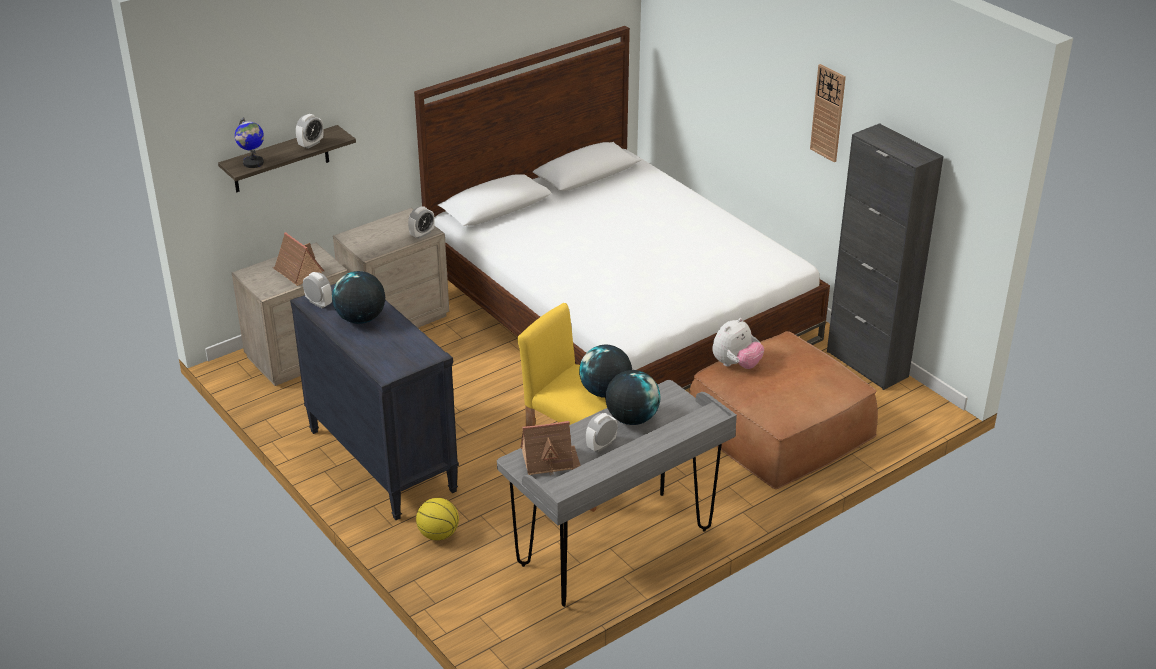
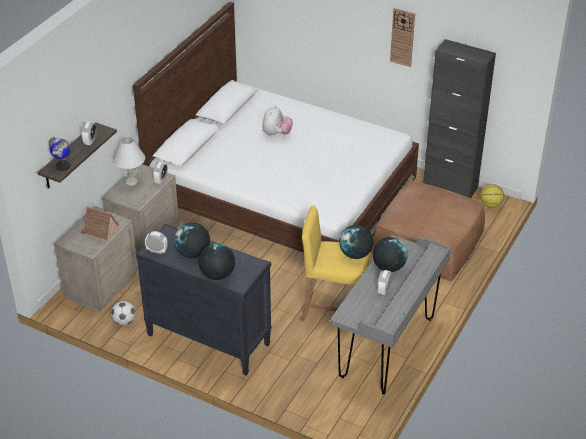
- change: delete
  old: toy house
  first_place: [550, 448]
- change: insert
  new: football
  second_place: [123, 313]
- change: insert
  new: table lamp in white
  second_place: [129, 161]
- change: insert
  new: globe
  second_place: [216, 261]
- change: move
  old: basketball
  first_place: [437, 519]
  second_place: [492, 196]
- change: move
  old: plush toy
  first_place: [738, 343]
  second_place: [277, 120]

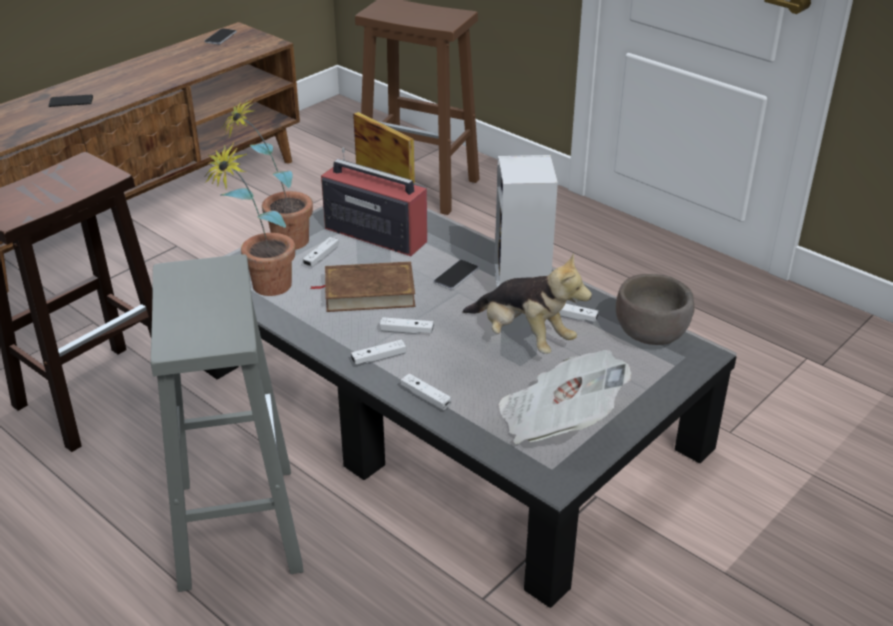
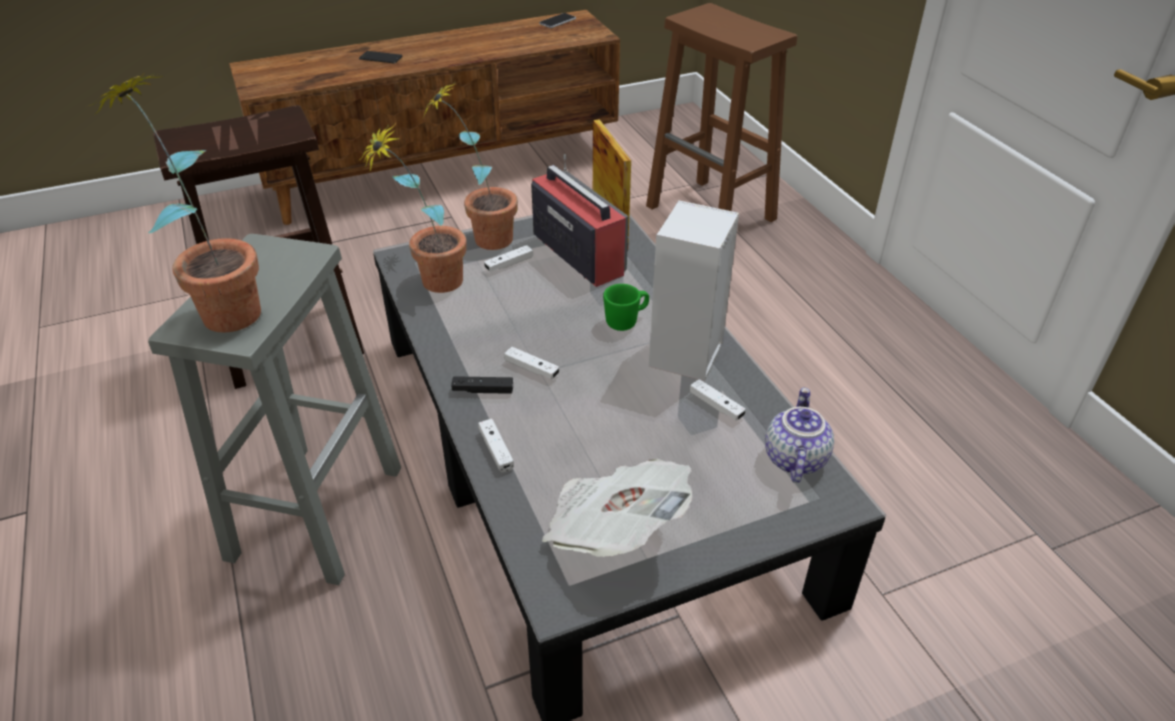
- change: delete
  old: book in brown
  first_place: [362, 286]
- change: delete
  old: plush toy
  first_place: [527, 303]
- change: insert
  new: potted plant
  second_place: [175, 203]
- change: replace
  old: phone
  new: mug in green
  first_place: [456, 275]
  second_place: [626, 307]
- change: replace
  old: bowl in brown
  new: teapot
  first_place: [655, 309]
  second_place: [799, 435]
- change: recolor
  old: game controller in white
  new: game controller in black
  first_place: [378, 352]
  second_place: [482, 385]

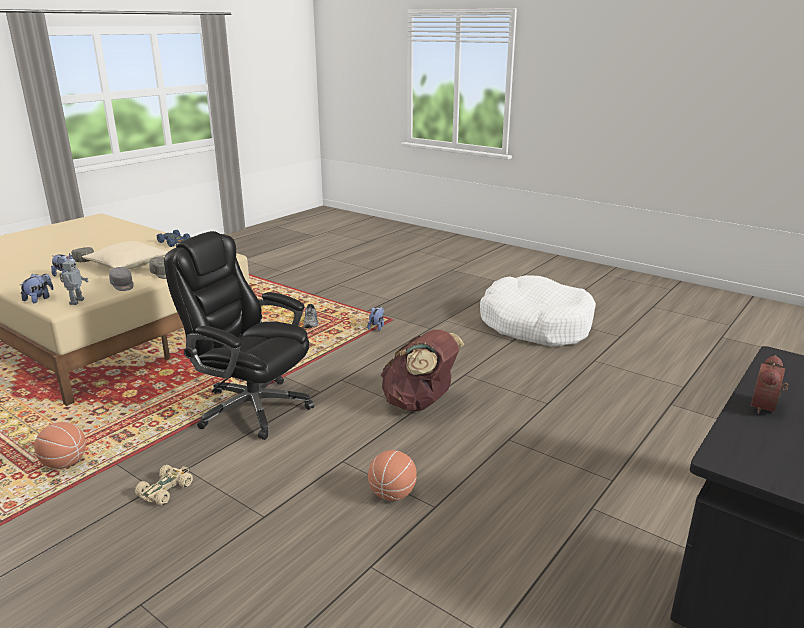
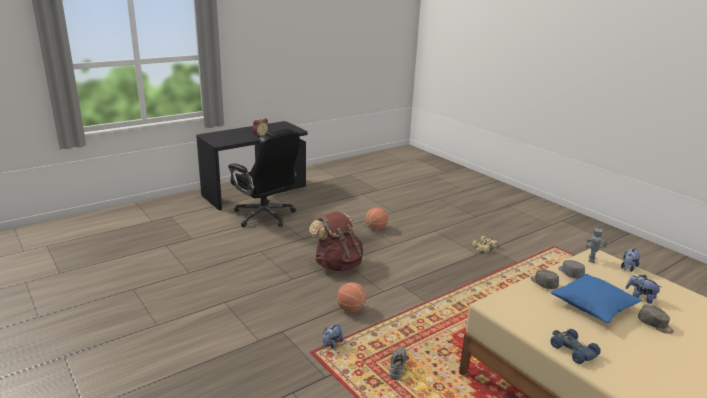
- change: delete
  old: dog bed in white
  first_place: [538, 311]
- change: move
  old: basketball
  first_place: [60, 445]
  second_place: [352, 297]
- change: move
  old: office chair in black
  first_place: [239, 335]
  second_place: [264, 177]
- change: recolor
  old: pillow in beige
  new: pillow in blue
  first_place: [125, 255]
  second_place: [596, 298]

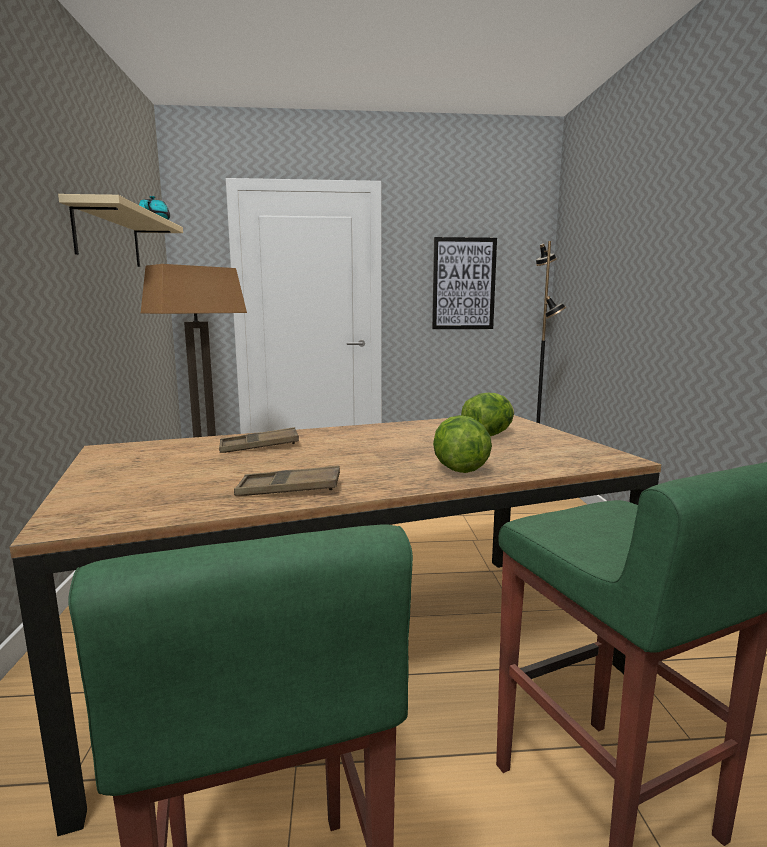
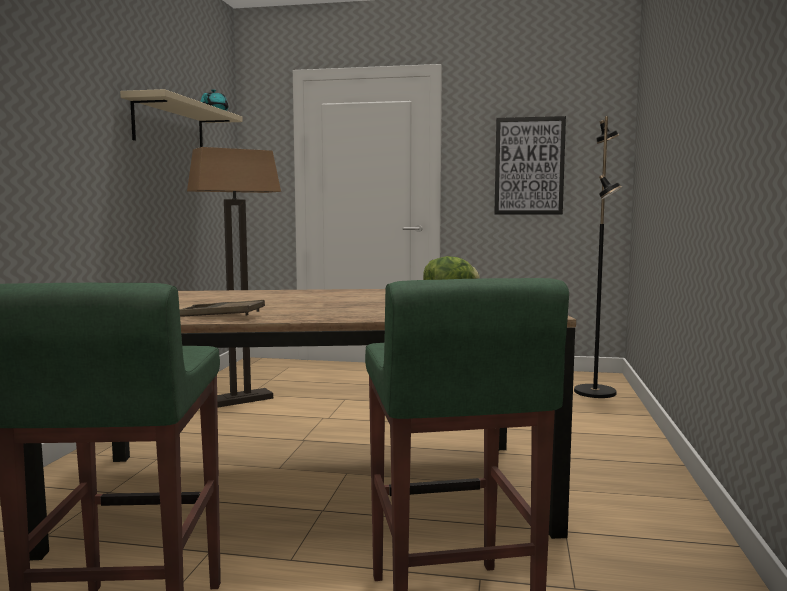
- change: delete
  old: tray in brown
  first_place: [259, 440]
- change: delete
  old: lettuce
  first_place: [462, 444]

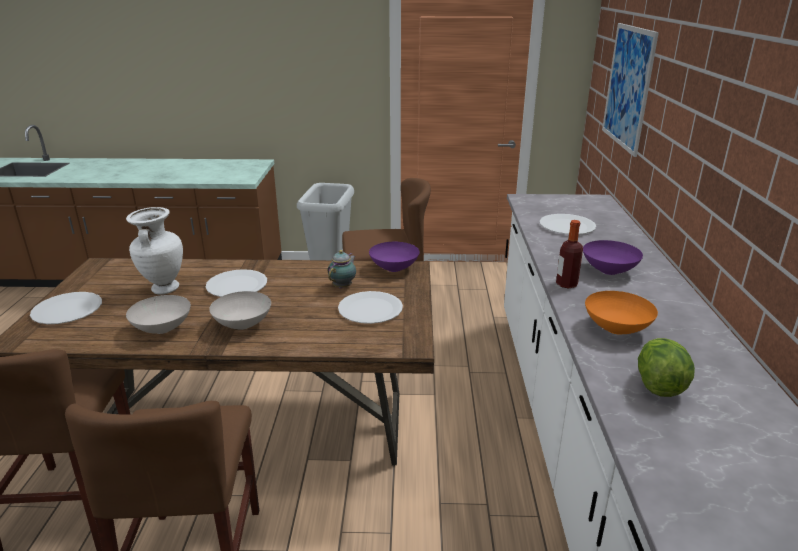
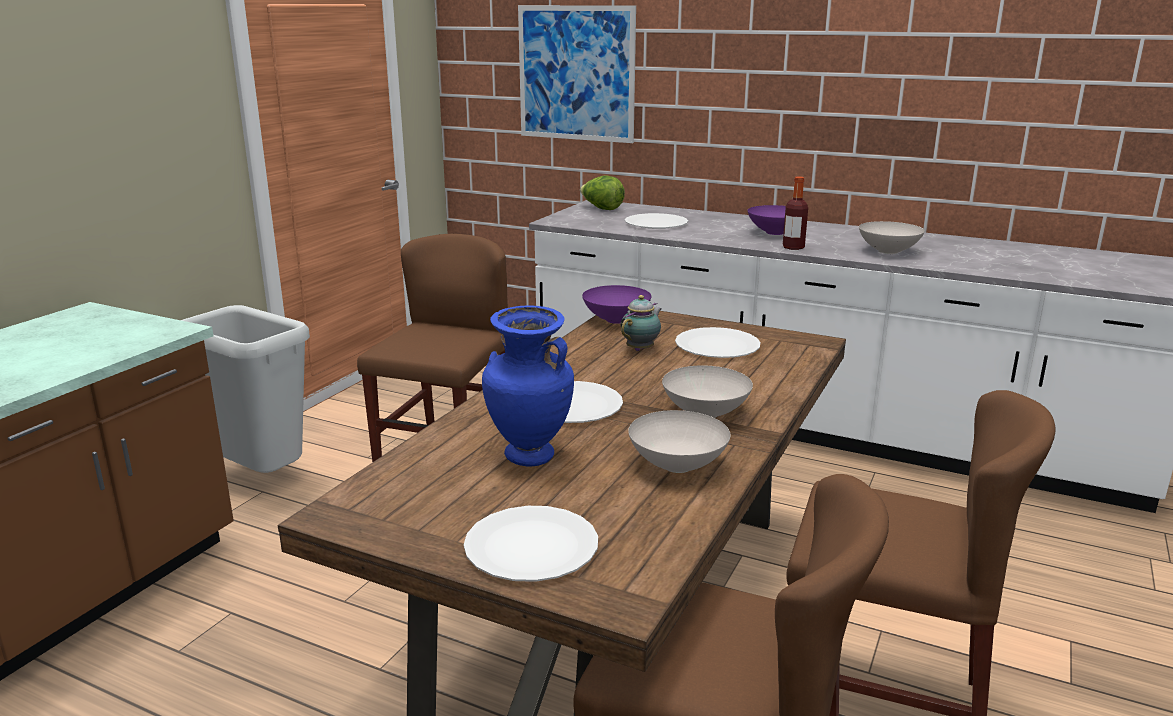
- change: move
  old: lettuce
  first_place: [666, 367]
  second_place: [602, 192]
- change: recolor
  old: vase in white
  new: vase in blue
  first_place: [154, 251]
  second_place: [528, 386]
- change: recolor
  old: bowl in orange
  new: bowl in white
  first_place: [621, 313]
  second_place: [892, 237]
- change: rotate
  old: teapot
  first_place: [341, 269]
  second_place: [641, 323]
  degrees: 75

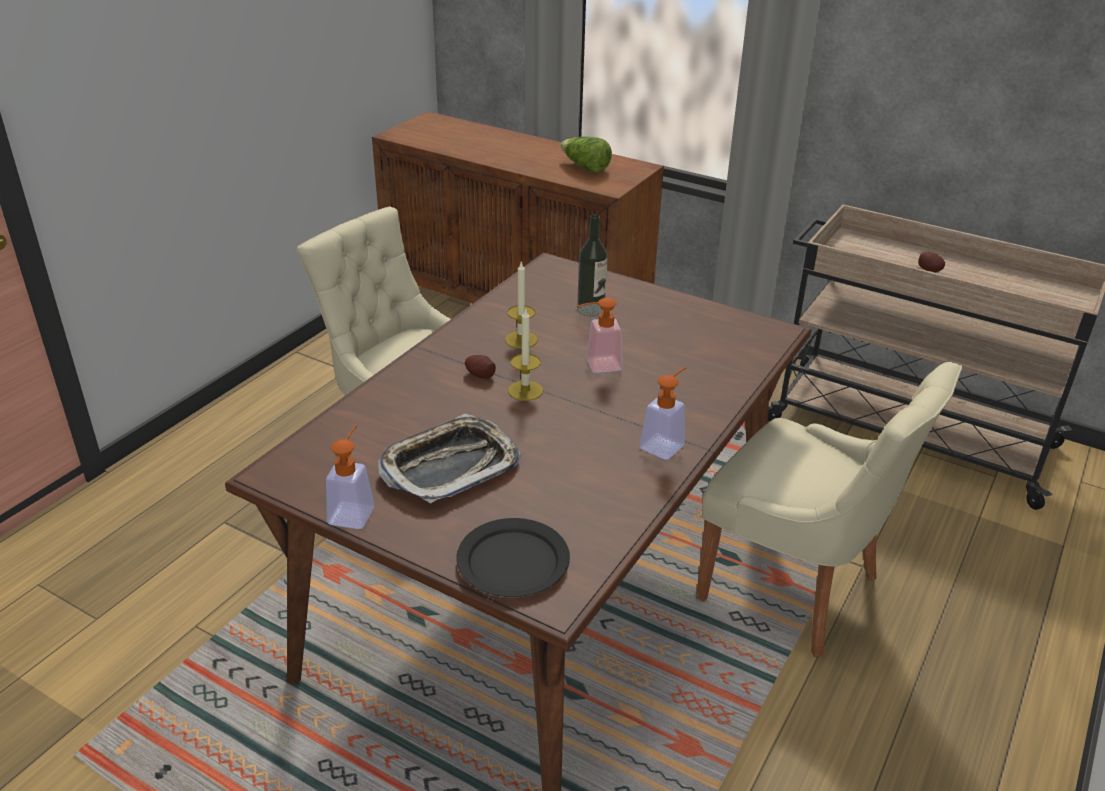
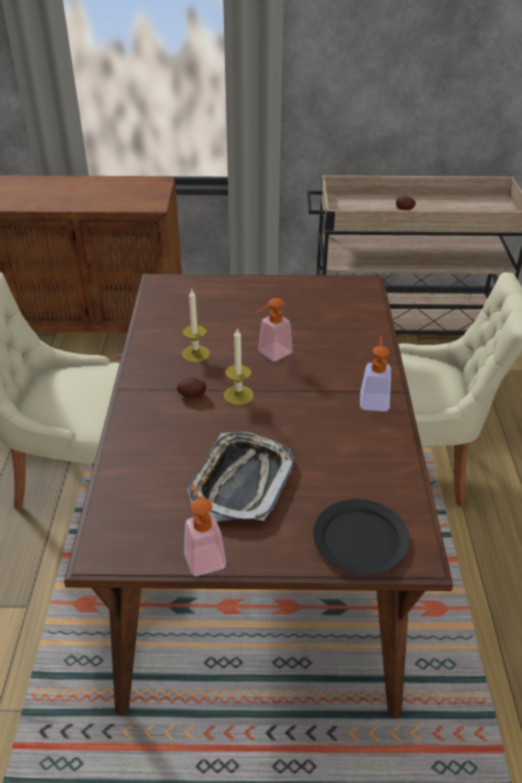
- change: delete
  old: lettuce
  first_place: [586, 154]
- change: delete
  old: bottle
  first_place: [592, 265]

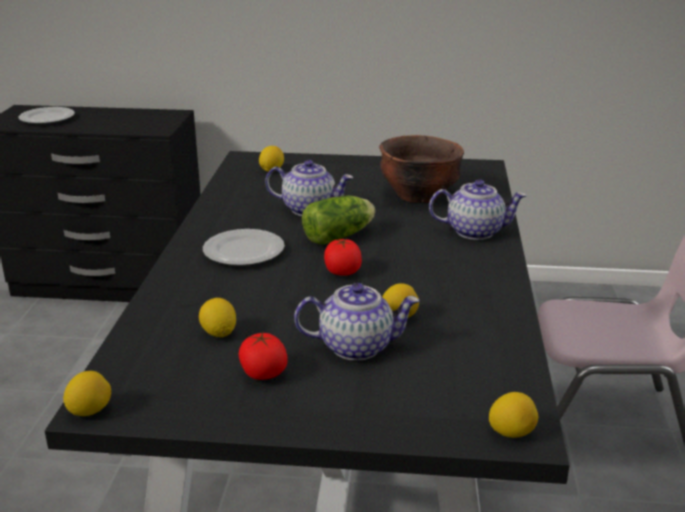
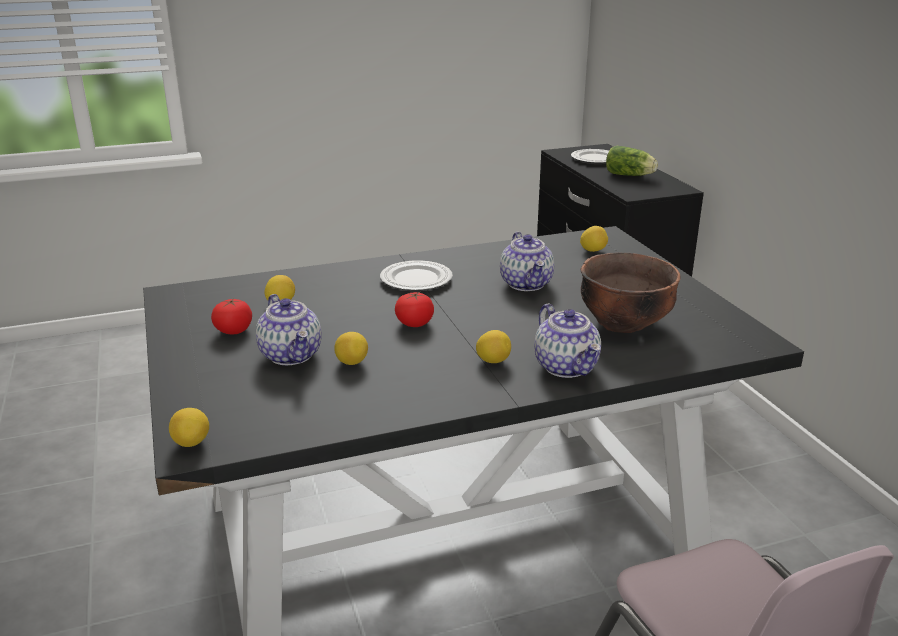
- change: move
  old: lemon
  first_place: [87, 393]
  second_place: [493, 346]
- change: move
  old: lettuce
  first_place: [338, 220]
  second_place: [632, 161]

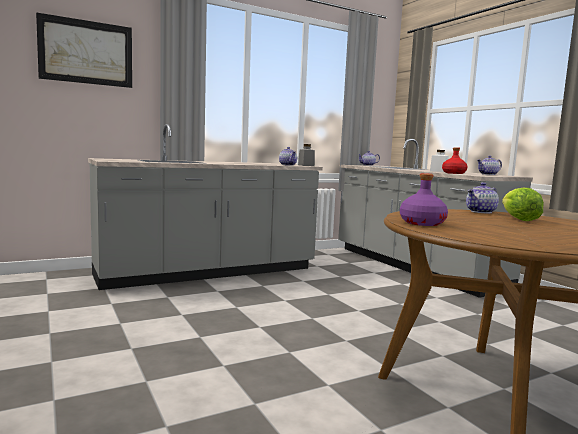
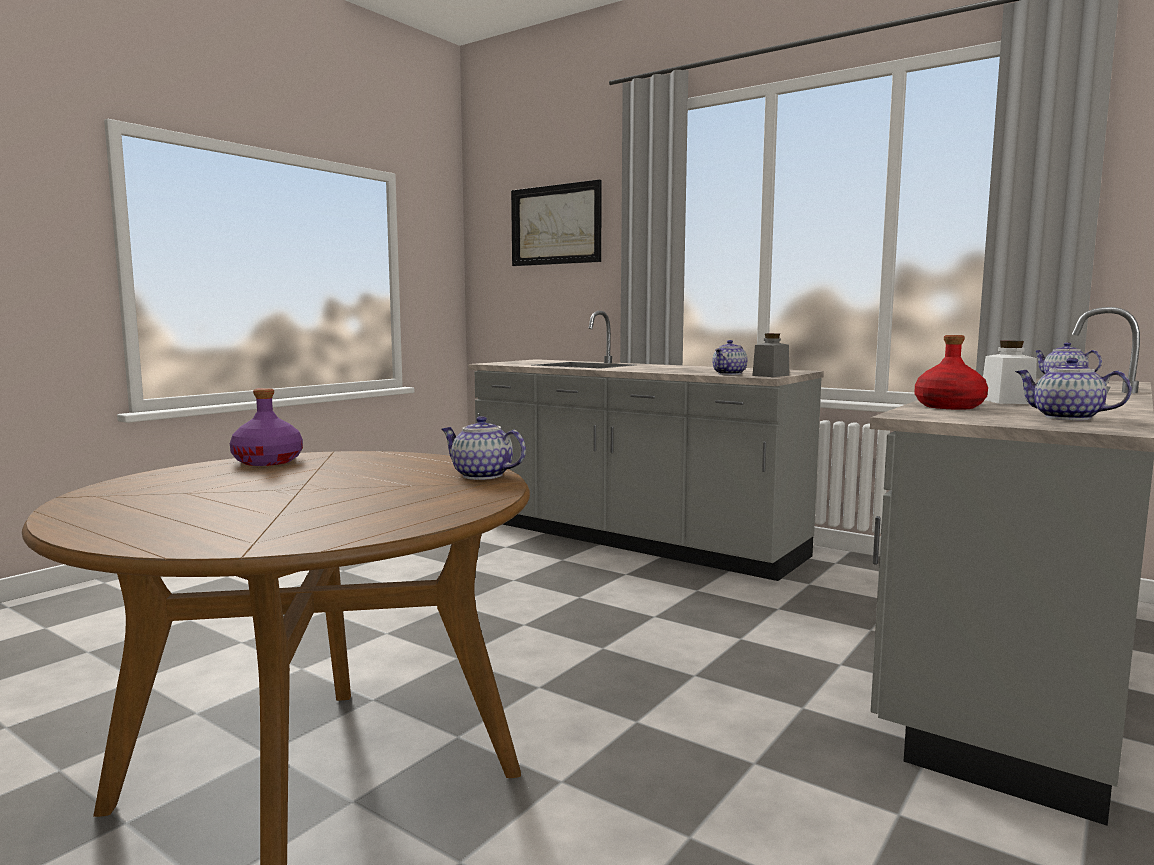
- change: delete
  old: lettuce
  first_place: [523, 204]

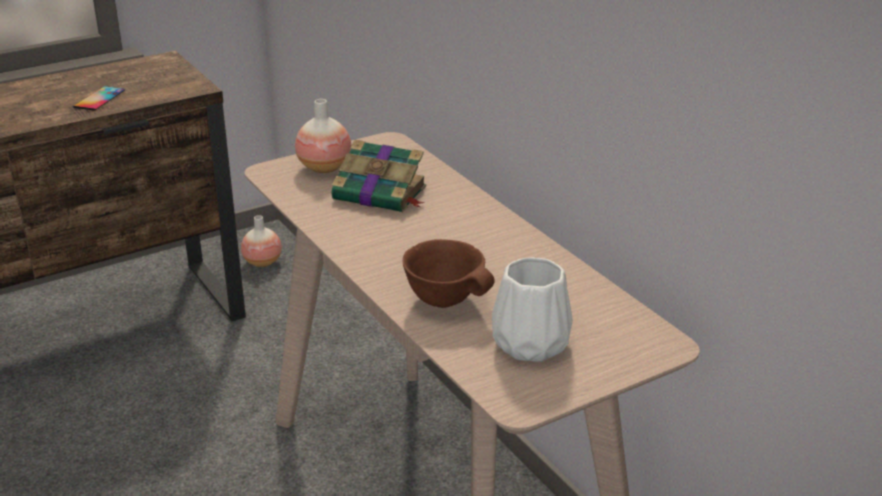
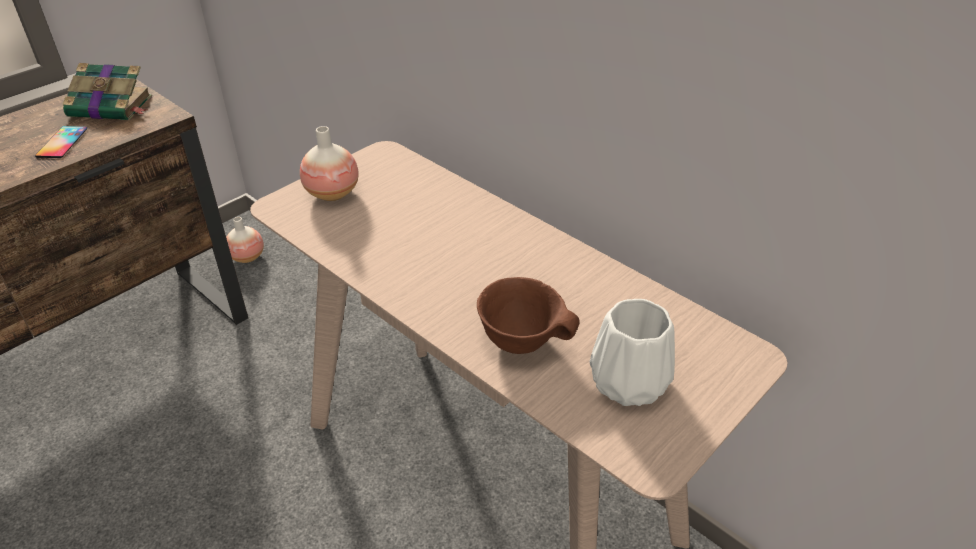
- change: move
  old: book
  first_place: [379, 175]
  second_place: [107, 91]

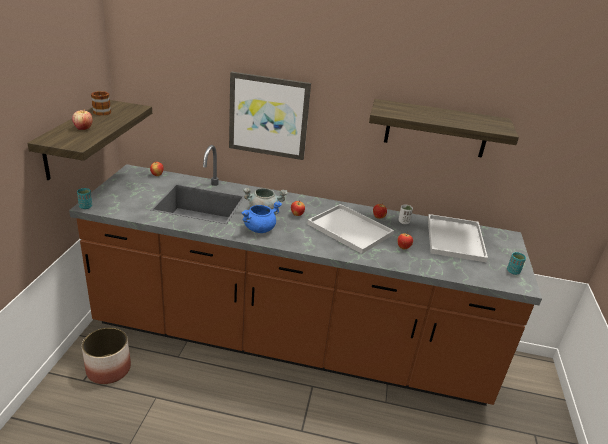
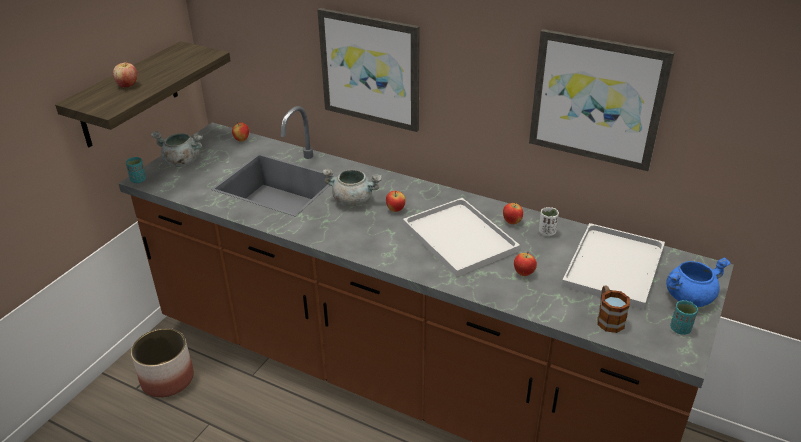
- change: insert
  new: cooking pot in grey
  second_place: [177, 149]
- change: move
  old: mug
  first_place: [101, 103]
  second_place: [613, 309]
- change: move
  old: cooking pot in blue
  first_place: [261, 217]
  second_place: [698, 282]
- change: replace
  old: shelf
  new: picture
  first_place: [444, 128]
  second_place: [602, 100]

